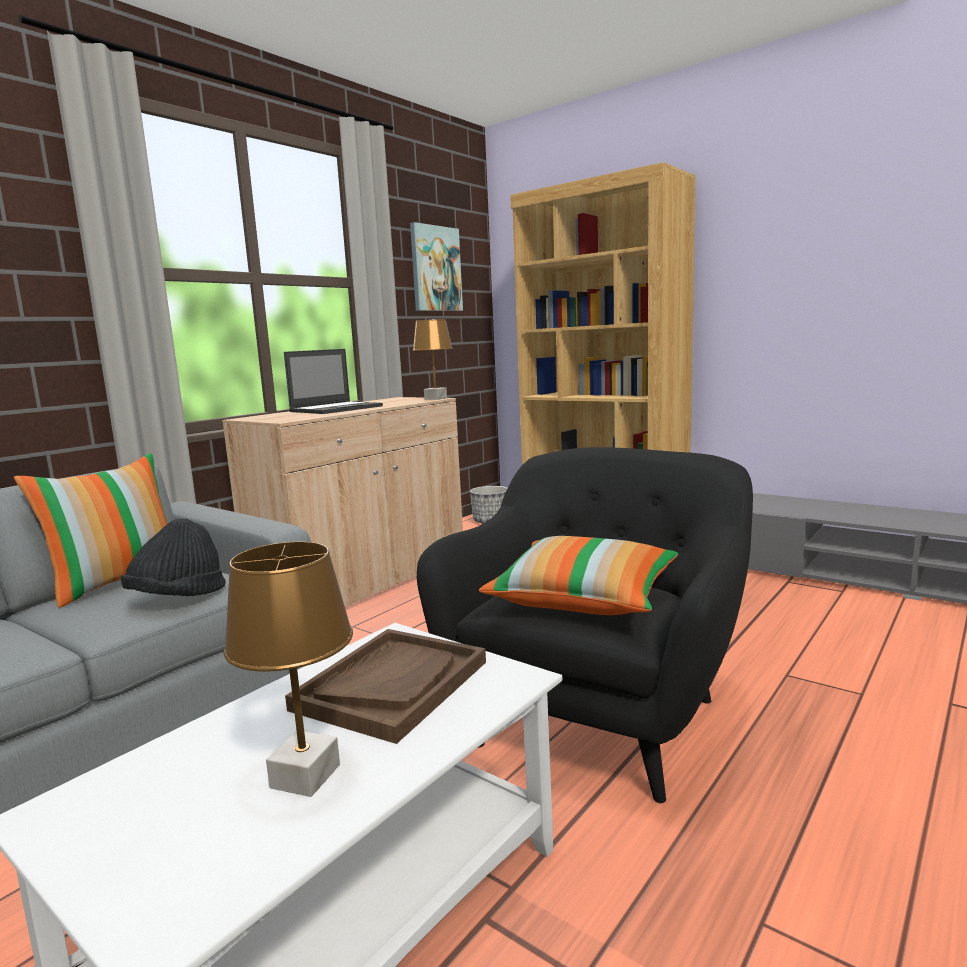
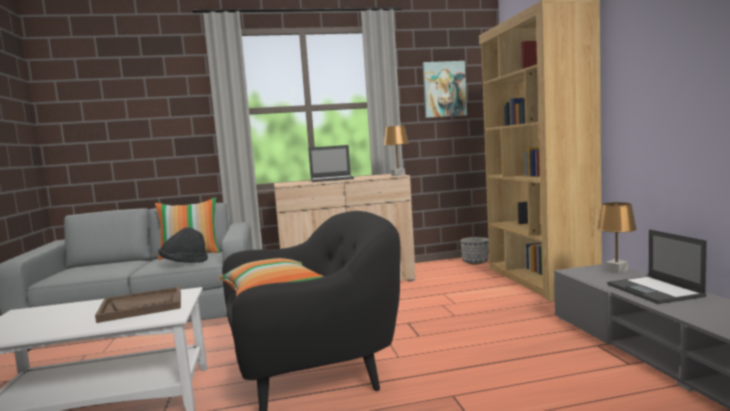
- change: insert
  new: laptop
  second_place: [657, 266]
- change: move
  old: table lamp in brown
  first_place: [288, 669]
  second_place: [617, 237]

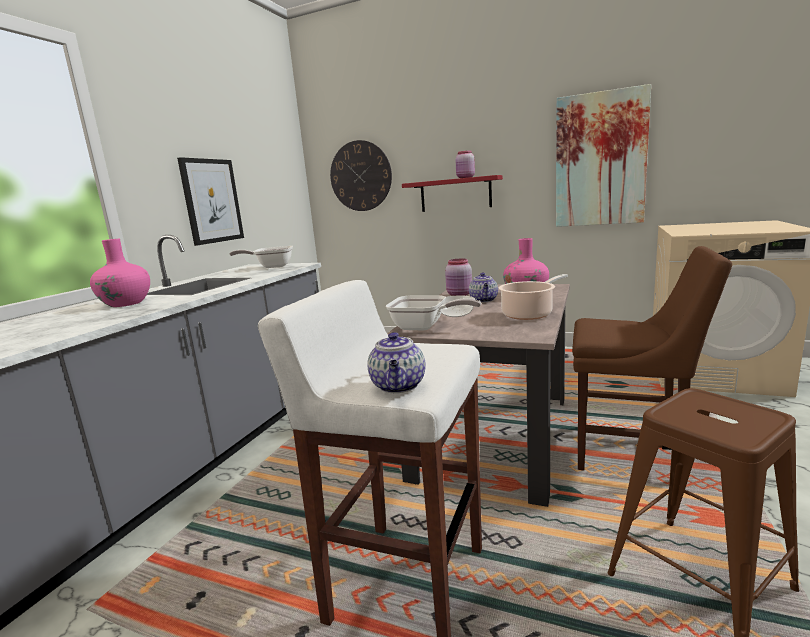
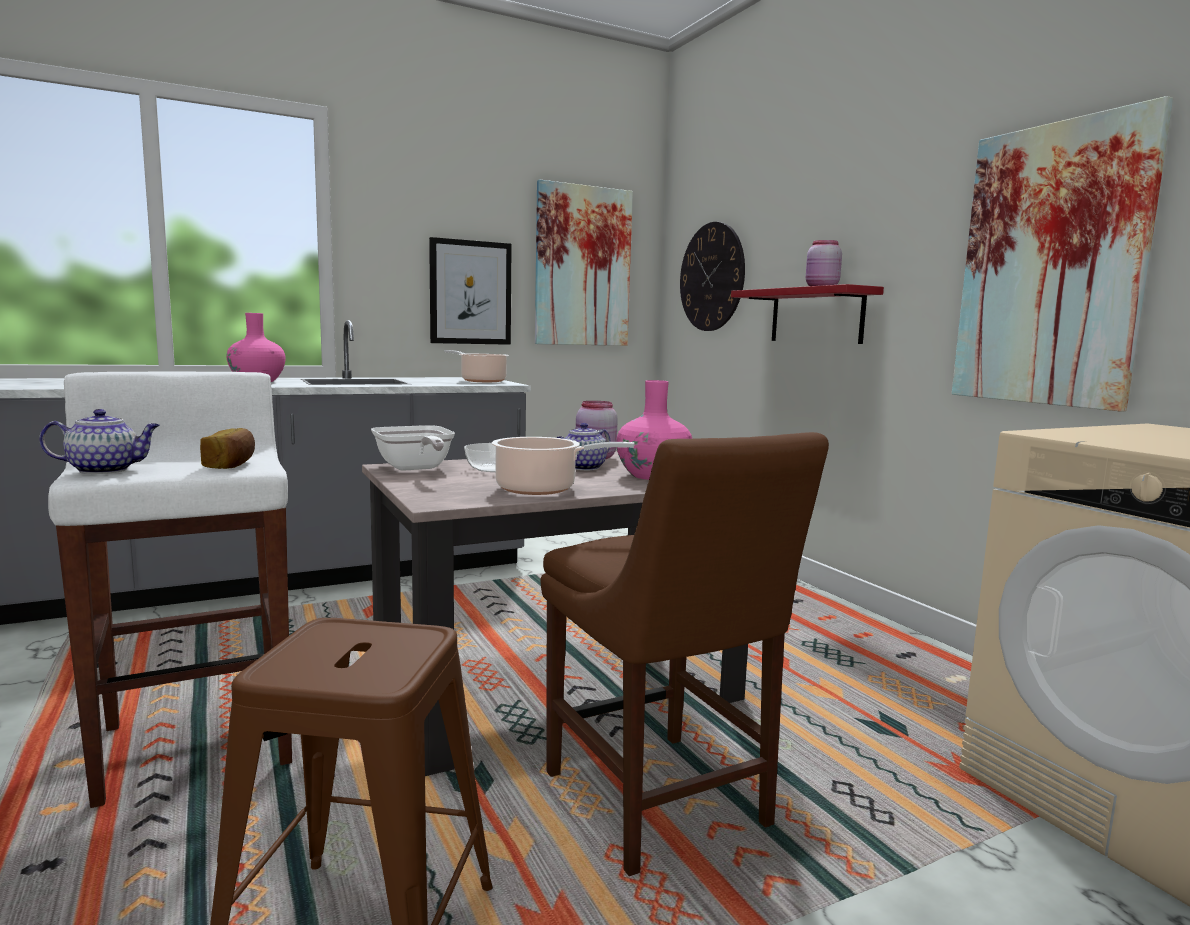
- change: insert
  new: bread
  second_place: [227, 448]
- change: insert
  new: picture
  second_place: [584, 262]
- change: replace
  old: frying pan
  new: cooking pot
  first_place: [261, 257]
  second_place: [476, 366]
- change: rotate
  old: teapot
  first_place: [396, 362]
  second_place: [99, 441]
  degrees: -150

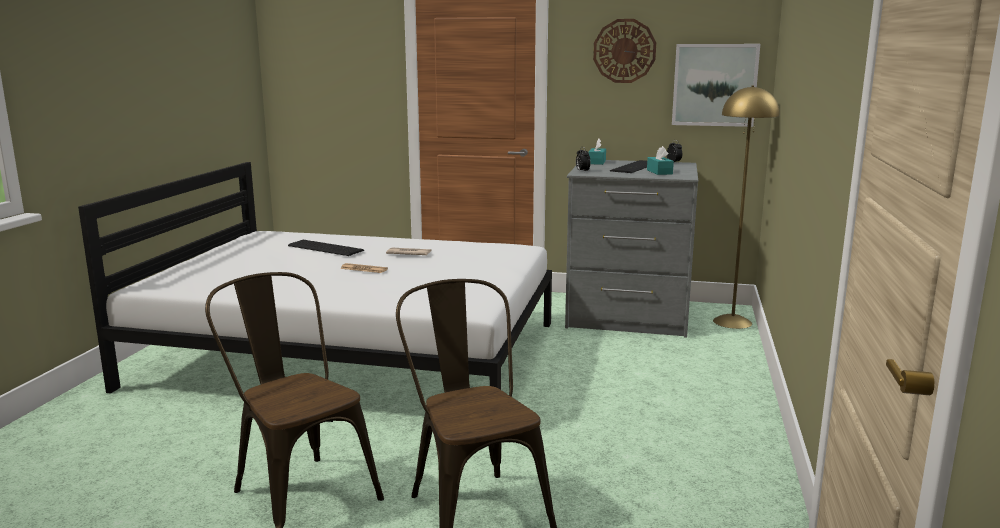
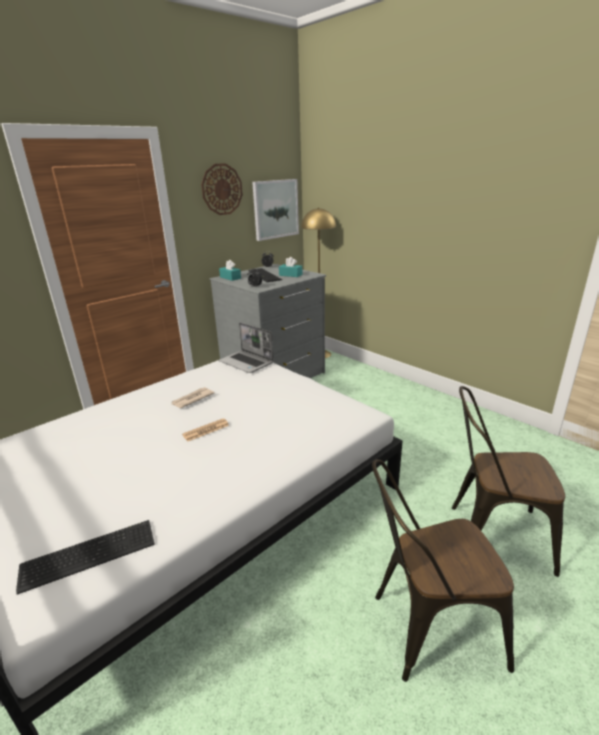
- change: insert
  new: laptop
  second_place: [246, 347]
- change: move
  old: keyboard
  first_place: [326, 248]
  second_place: [85, 557]

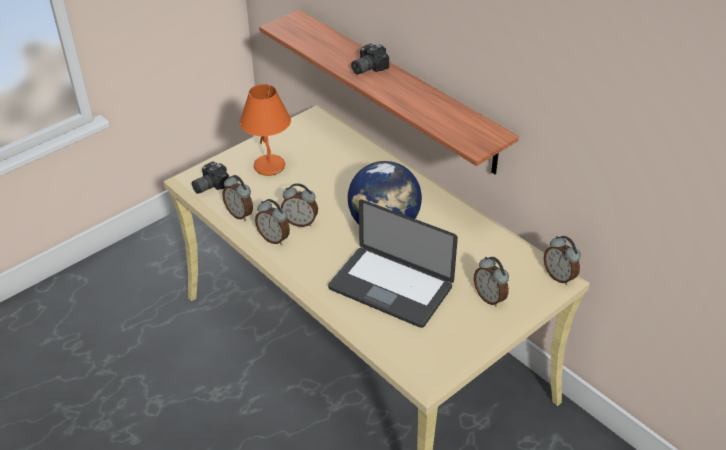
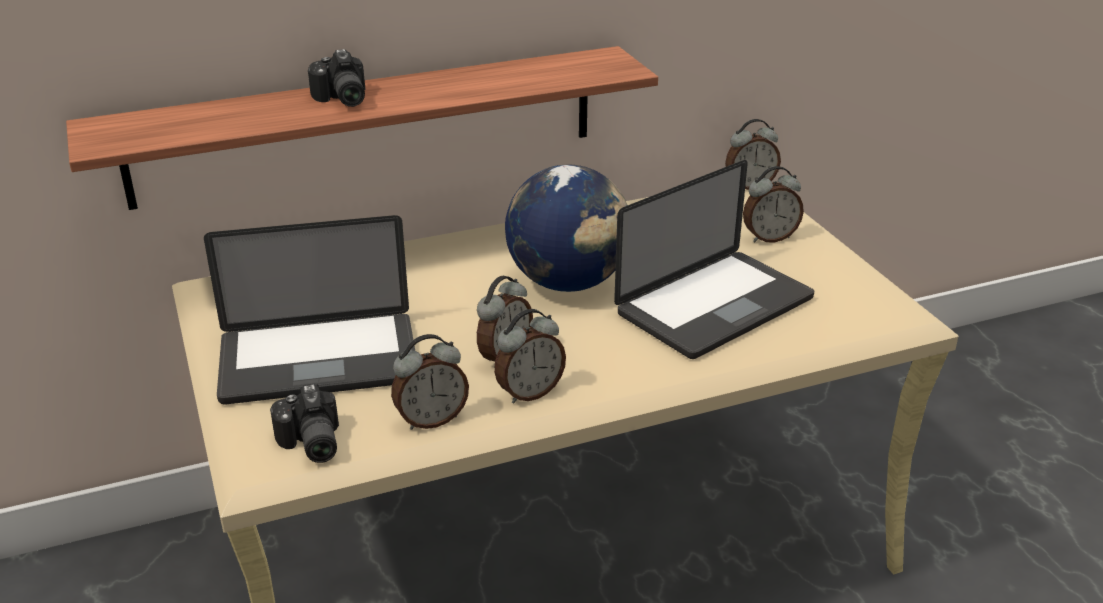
- change: replace
  old: table lamp in orange
  new: laptop
  first_place: [265, 130]
  second_place: [309, 309]

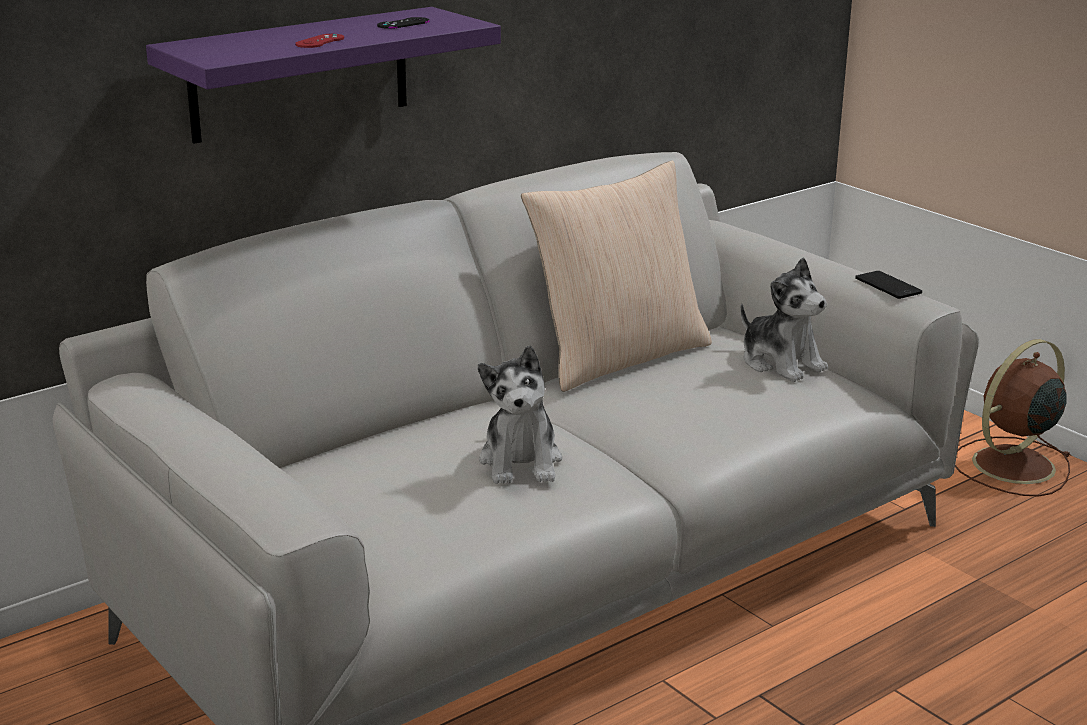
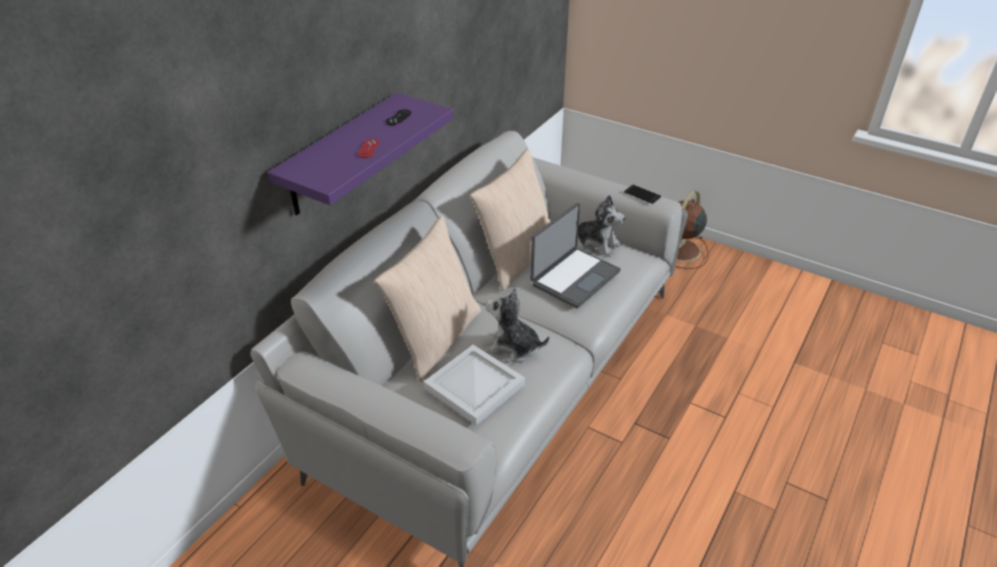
- change: insert
  new: pillow in beige
  second_place: [427, 299]
- change: insert
  new: tray in white
  second_place: [474, 385]
- change: insert
  new: laptop
  second_place: [575, 255]
- change: rotate
  old: plush toy
  first_place: [520, 414]
  second_place: [517, 325]
  degrees: 135

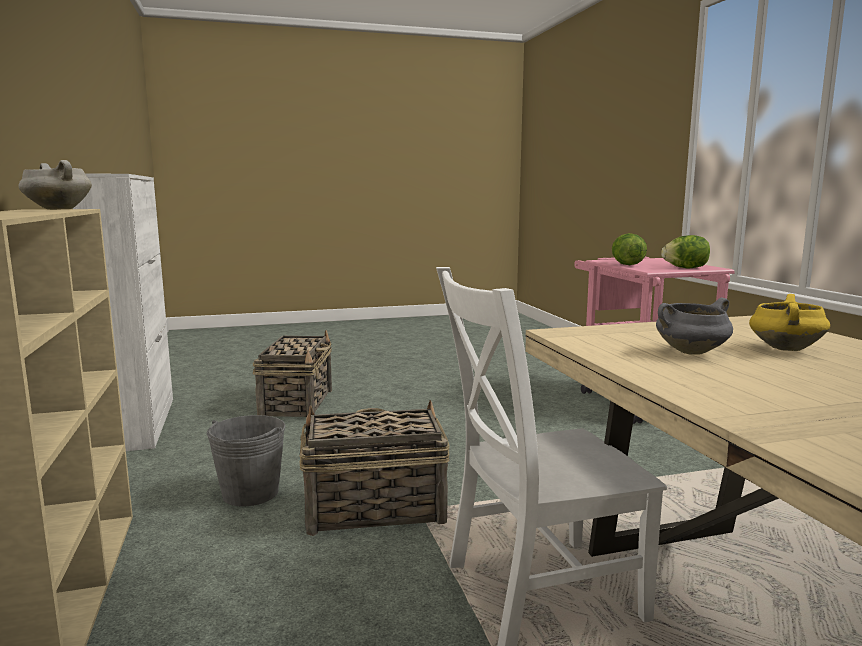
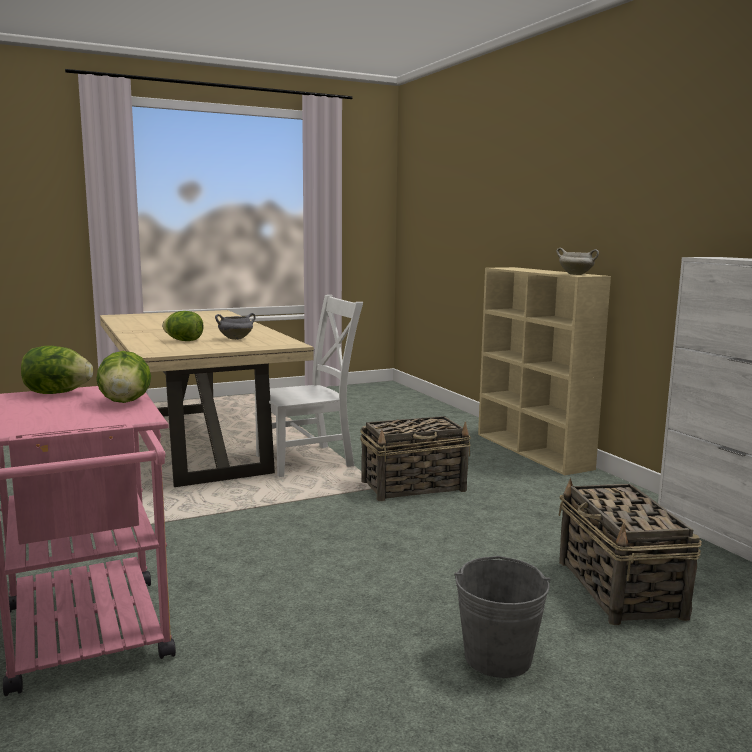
- change: move
  old: bucket in grey
  first_place: [246, 460]
  second_place: [502, 617]
- change: replace
  old: cooking pot in yellow
  new: lettuce
  first_place: [789, 322]
  second_place: [183, 326]

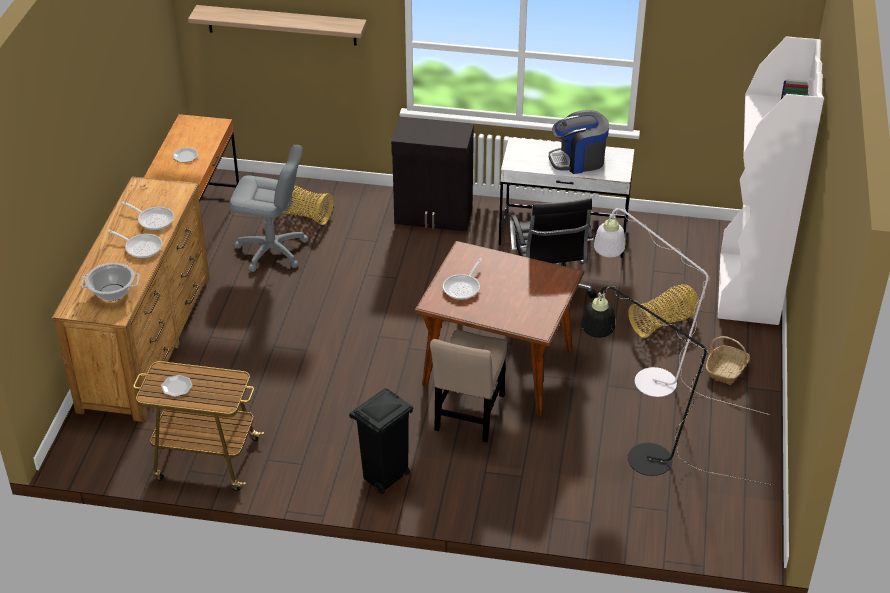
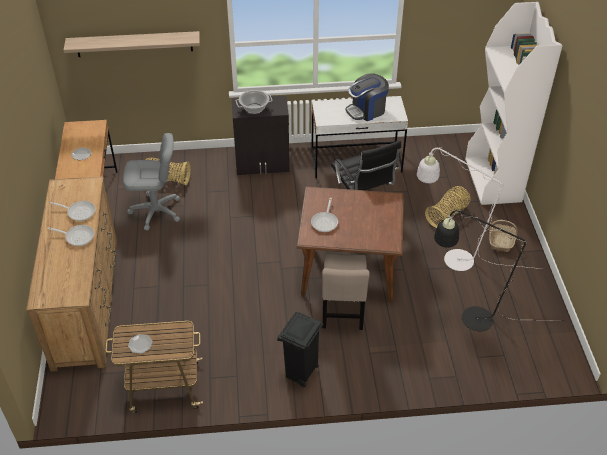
- change: move
  old: cooking pot
  first_place: [110, 282]
  second_place: [254, 102]

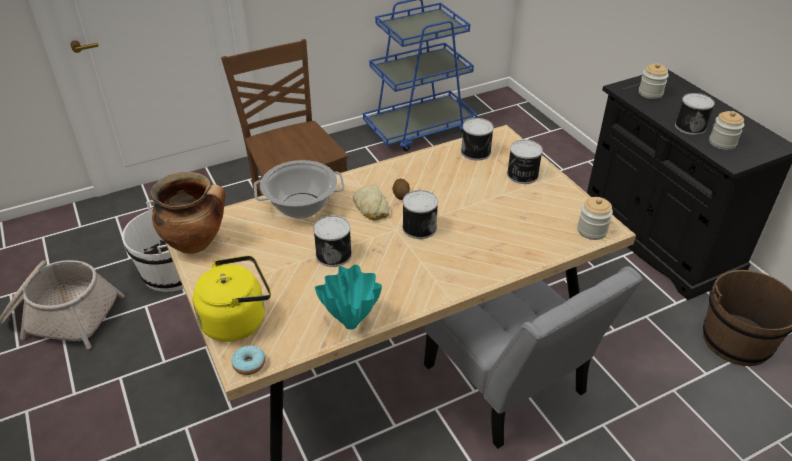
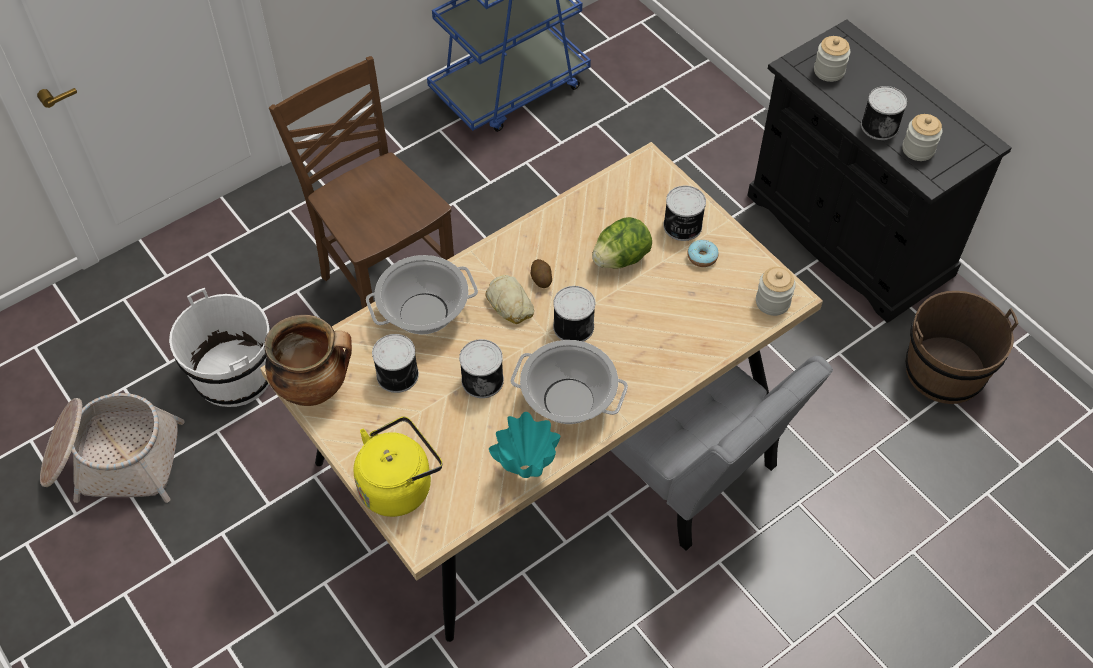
- change: insert
  new: cooking pot
  second_place: [569, 382]
- change: insert
  new: lettuce
  second_place: [622, 243]
- change: move
  old: donut
  first_place: [248, 360]
  second_place: [702, 253]
- change: move
  old: can
  first_place: [477, 139]
  second_place: [395, 363]

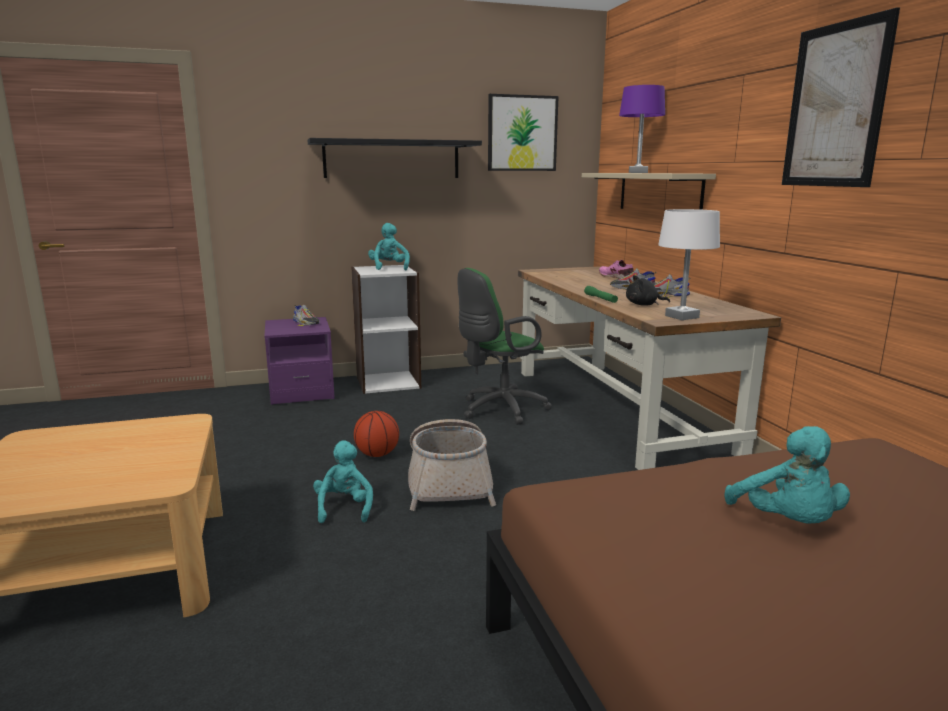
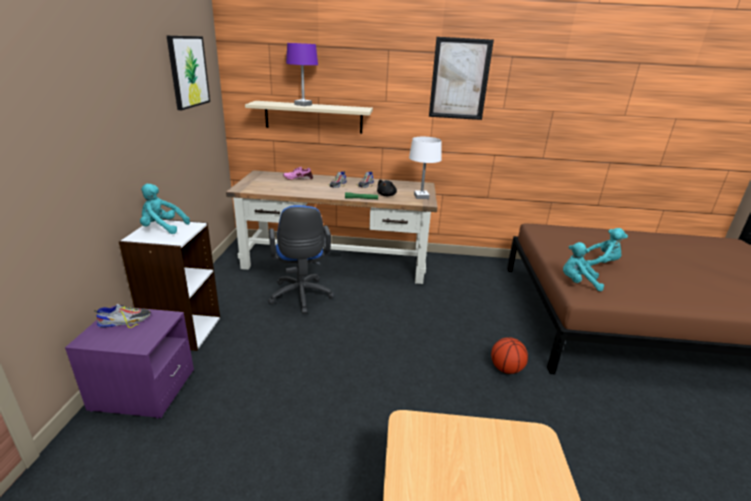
- change: delete
  old: shelf in black
  first_place: [394, 158]
- change: delete
  old: basket
  first_place: [452, 465]
- change: move
  old: plush toy in turquoise
  first_place: [343, 481]
  second_place: [583, 266]
- change: move
  old: basketball
  first_place: [376, 434]
  second_place: [509, 355]
- change: recolor
  old: office chair in green
  new: office chair in blue
  first_place: [505, 346]
  second_place: [301, 259]

